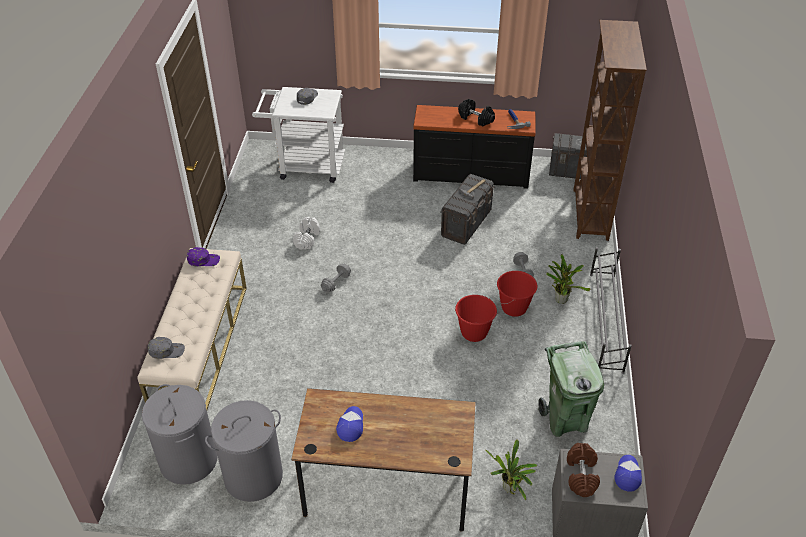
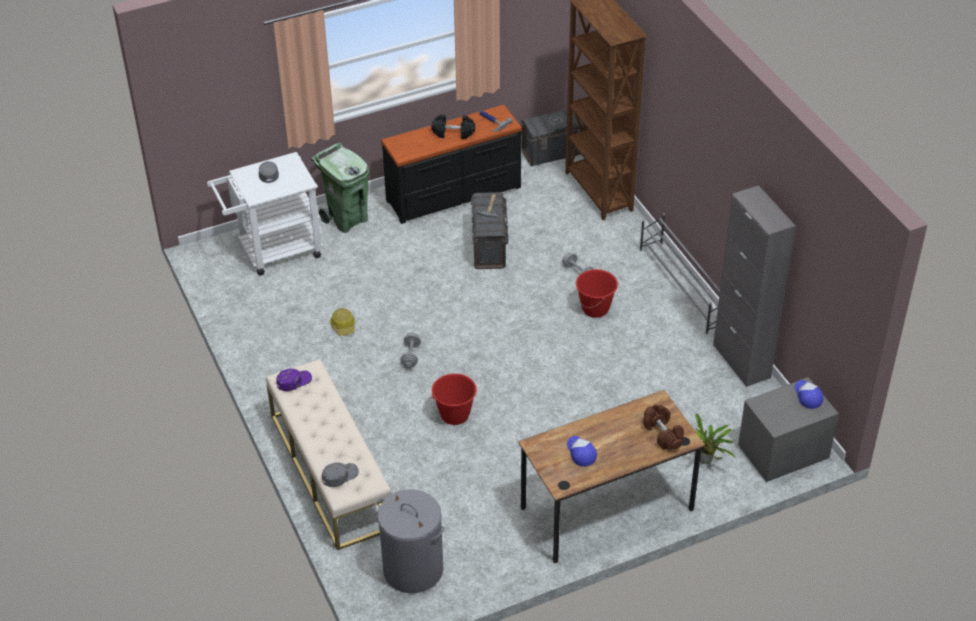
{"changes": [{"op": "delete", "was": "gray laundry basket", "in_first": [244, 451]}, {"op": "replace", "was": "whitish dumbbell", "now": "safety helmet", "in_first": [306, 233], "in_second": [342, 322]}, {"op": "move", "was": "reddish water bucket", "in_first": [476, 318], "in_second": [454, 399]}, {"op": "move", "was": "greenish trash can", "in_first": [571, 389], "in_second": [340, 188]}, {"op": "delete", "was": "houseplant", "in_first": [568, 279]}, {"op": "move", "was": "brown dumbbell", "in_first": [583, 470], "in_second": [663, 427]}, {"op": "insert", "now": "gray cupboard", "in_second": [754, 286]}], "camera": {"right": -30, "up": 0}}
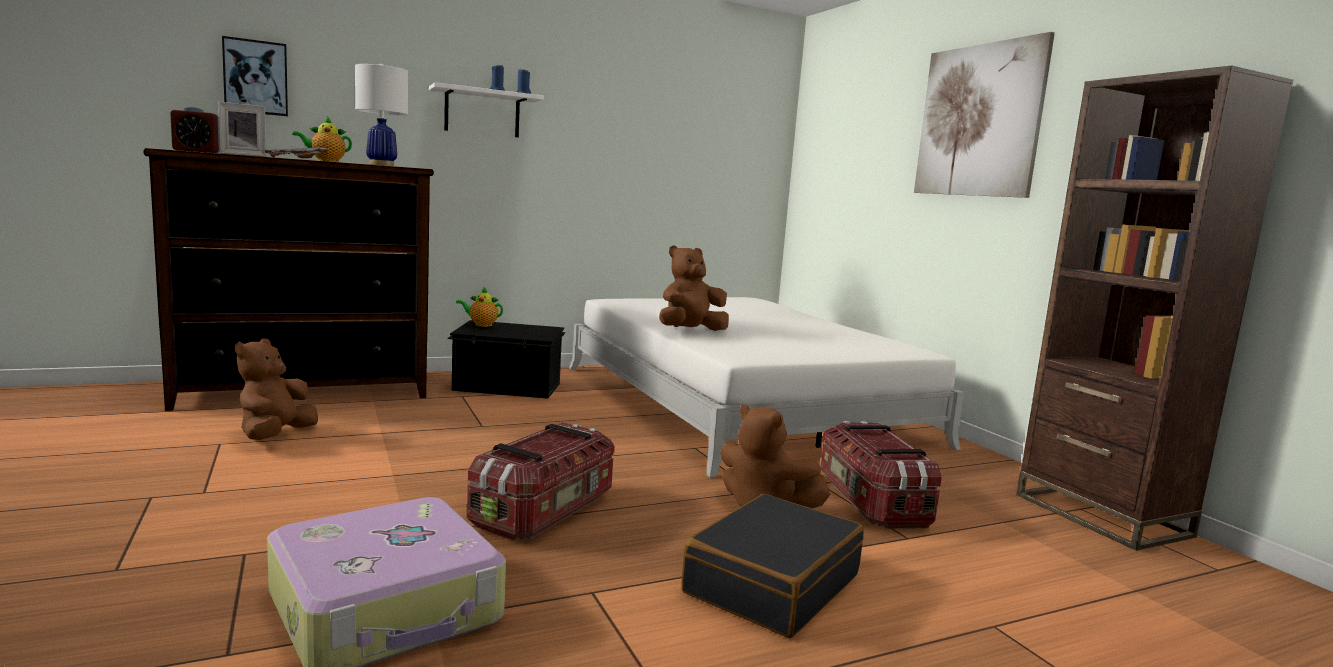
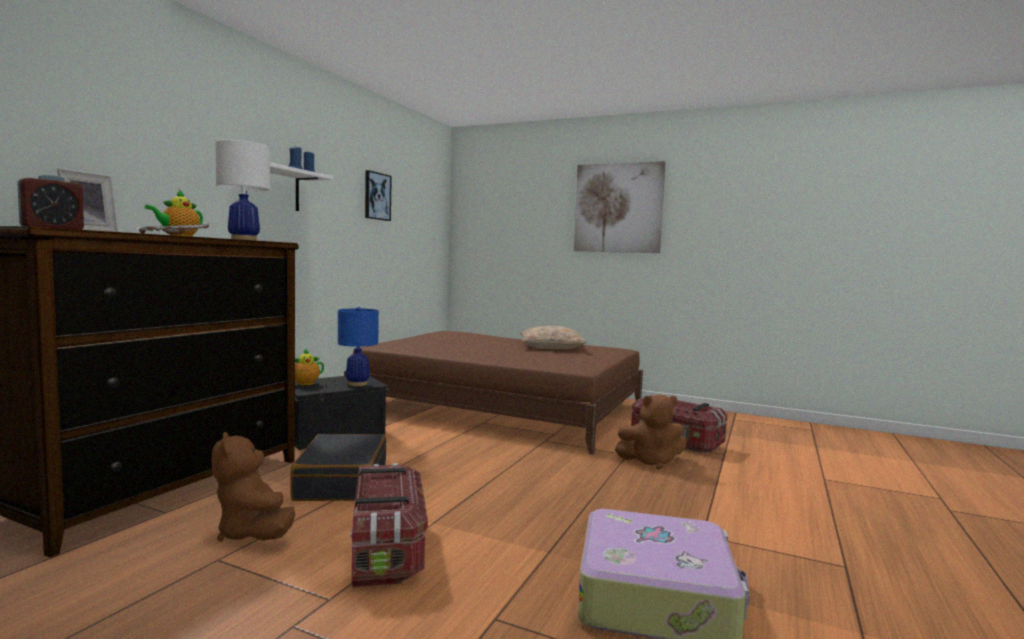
{"changes": [{"op": "move", "was": "wall picture", "in_first": [255, 76], "in_second": [378, 195]}, {"op": "move", "was": "storage bin", "in_first": [541, 481], "in_second": [389, 525]}, {"op": "recolor", "was": "whitish bed", "now": "brown bed", "in_first": [767, 387], "in_second": [493, 393]}, {"op": "delete", "was": "brown soft toy", "in_first": [694, 288]}, {"op": "move", "was": "blackish suitcase", "in_first": [773, 566], "in_second": [338, 467]}, {"op": "delete", "was": "brown shelving unit", "in_first": [1154, 308]}, {"op": "insert", "now": "blue tabletop lamp", "in_second": [358, 346]}, {"op": "insert", "now": "beige-coloured pillow", "in_second": [553, 337]}], "camera": {"right": -40, "up": -5}}
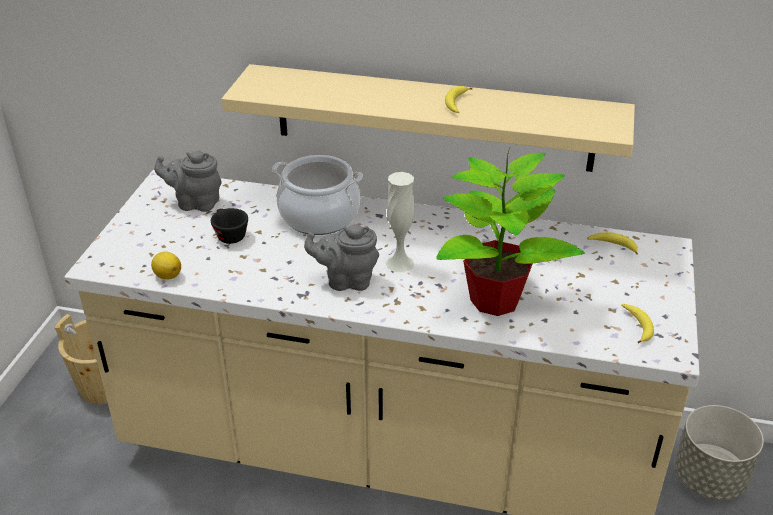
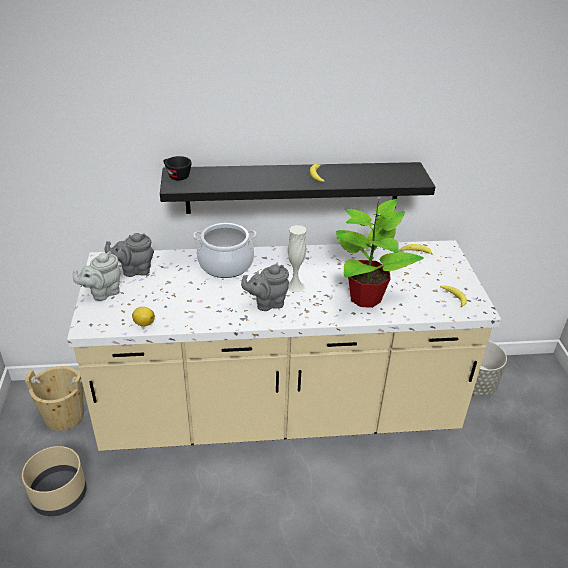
{"changes": [{"op": "move", "was": "blackish cup", "in_first": [229, 226], "in_second": [177, 168]}, {"op": "recolor", "was": "beige-coloured wall shelf", "now": "blackish wall shelf", "in_first": [428, 118], "in_second": [297, 188]}, {"op": "insert", "now": "beige-coloured planter", "in_second": [54, 481]}, {"op": "insert", "now": "gray teapot", "in_second": [96, 276]}], "camera": {"right": -20, "up": 0}}
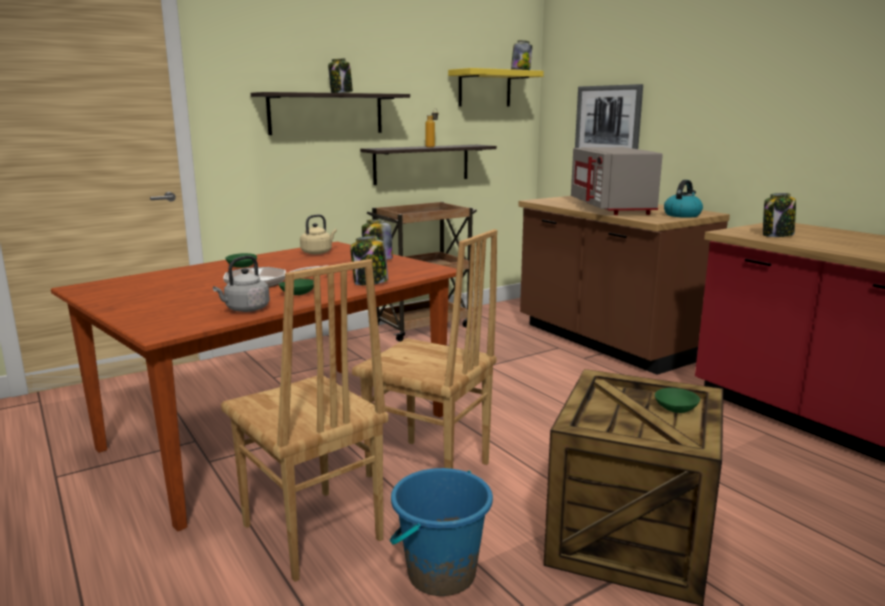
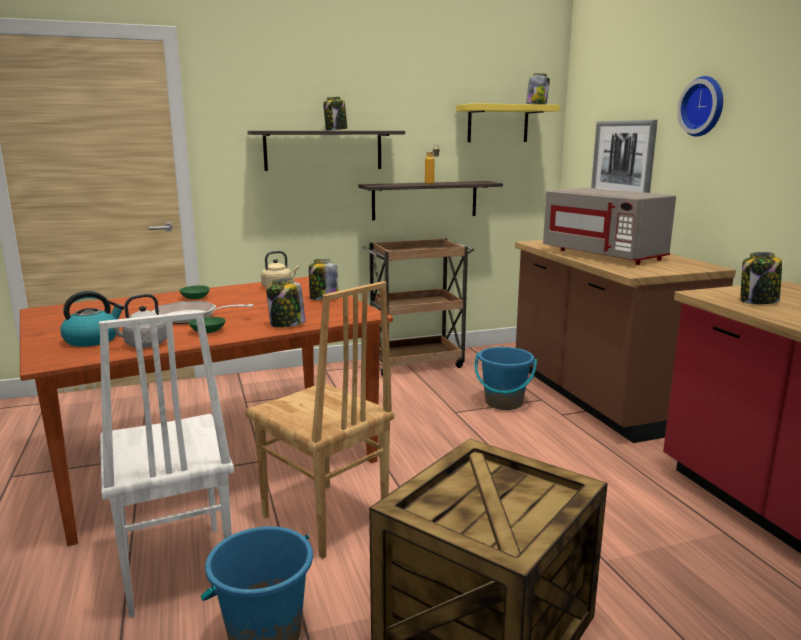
{"changes": [{"op": "recolor", "was": "brown plain chair", "now": "whitish plain chair", "in_first": [304, 420], "in_second": [166, 464]}, {"op": "rotate", "was": "gray microwave oven", "in_first": [617, 181], "in_second": [609, 226], "clockwise": -45}, {"op": "delete", "was": "greenish serving bowl", "in_first": [677, 400]}, {"op": "move", "was": "tea kettle", "in_first": [683, 199], "in_second": [92, 319]}, {"op": "insert", "now": "blue water bucket", "in_second": [506, 378]}, {"op": "insert", "now": "hanging clock", "in_second": [700, 106]}], "camera": {"right": 15, "up": 0}}
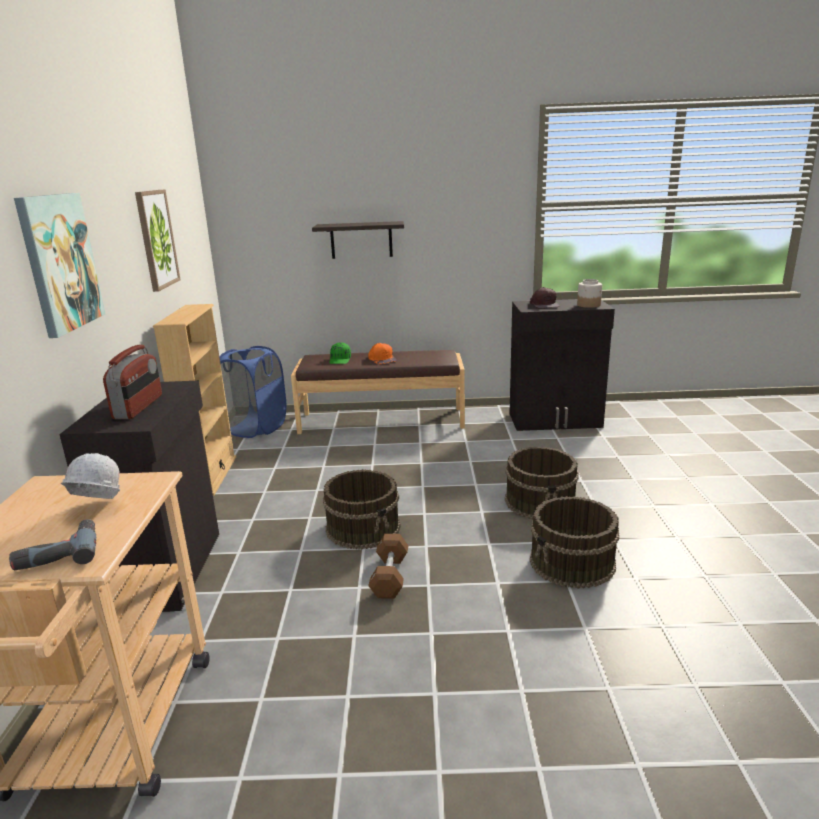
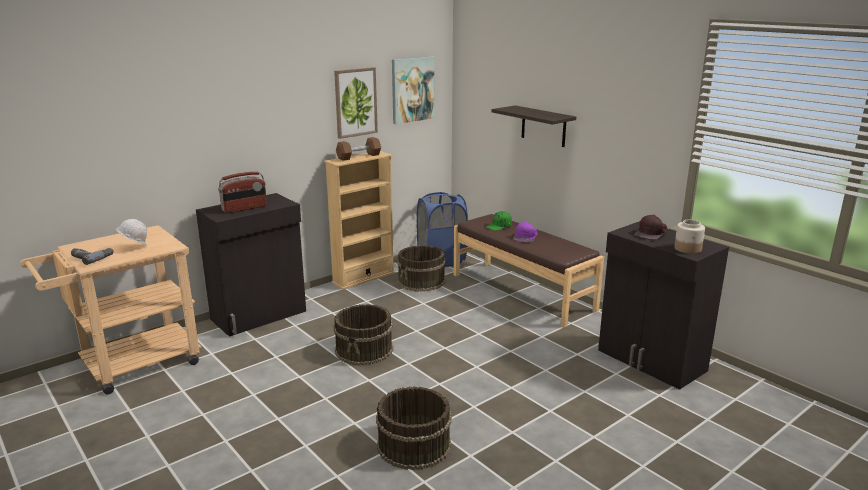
{"changes": [{"op": "move", "was": "wall picture", "in_first": [59, 265], "in_second": [413, 90]}, {"op": "recolor", "was": "orange-coloured peaked cap", "now": "purple peaked cap", "in_first": [382, 353], "in_second": [525, 232]}, {"op": "move", "was": "brown dumbbell", "in_first": [388, 566], "in_second": [358, 149]}, {"op": "move", "was": "brown water bucket", "in_first": [542, 483], "in_second": [421, 268]}], "camera": {"right": 50, "up": 0}}
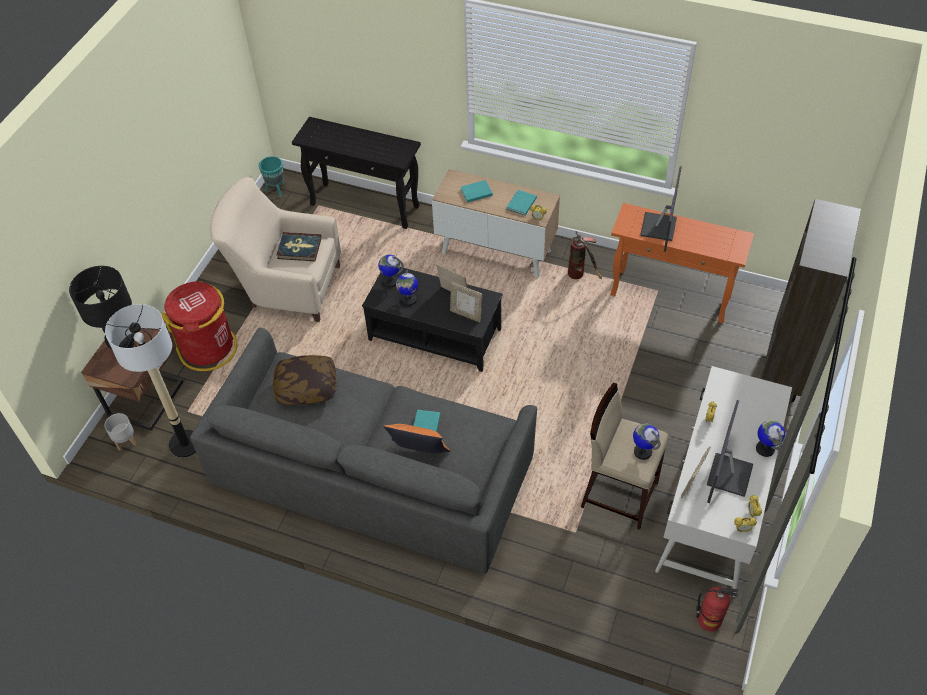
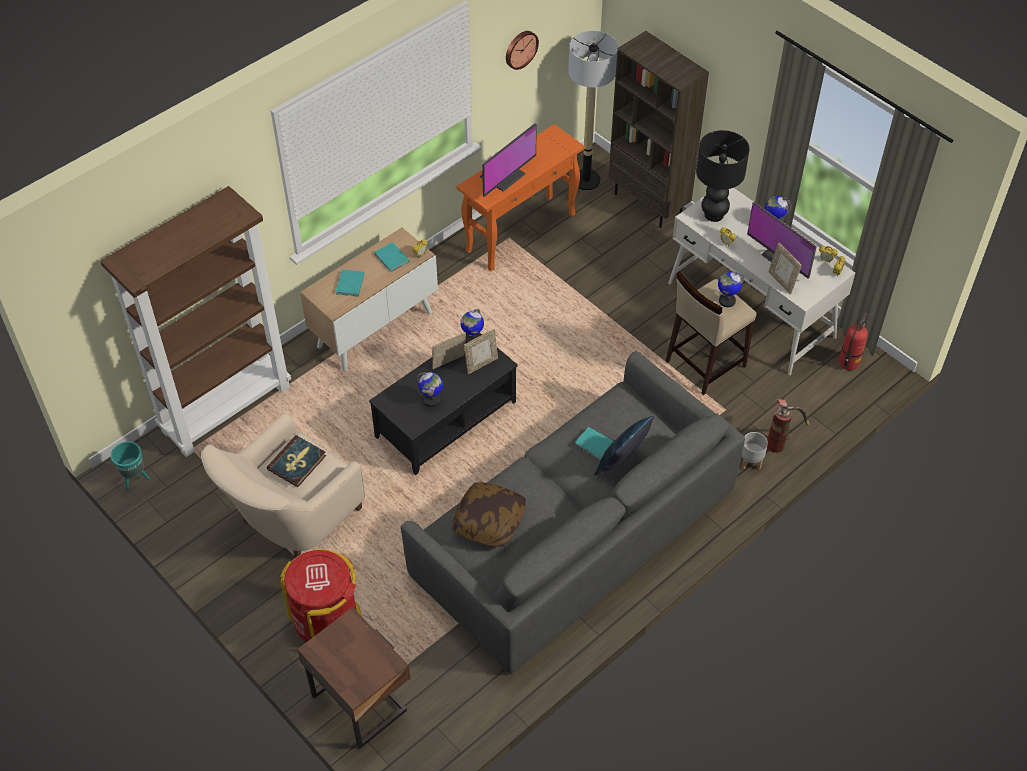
{"changes": [{"op": "move", "was": "blackish tabletop lamp", "in_first": [101, 307], "in_second": [723, 176]}, {"op": "move", "was": "standing lamp", "in_first": [150, 381], "in_second": [593, 110]}, {"op": "move", "was": "gray planter", "in_first": [121, 432], "in_second": [755, 451]}, {"op": "replace", "was": "blackish narrow table", "now": "brown shelving unit", "in_first": [356, 173], "in_second": [195, 321]}, {"op": "move", "was": "globe", "in_first": [391, 271], "in_second": [472, 326]}, {"op": "recolor", "was": "orange-coloured pillow", "now": "blue pillow", "in_first": [416, 438], "in_second": [624, 446]}, {"op": "move", "was": "extinguisher", "in_first": [585, 255], "in_second": [788, 426]}, {"op": "rotate", "was": "computer screen", "in_first": [661, 209], "in_second": [508, 160], "clockwise": 90}, {"op": "insert", "now": "hanging clock", "in_second": [522, 50]}], "camera": {"right": -65, "up": 0}}
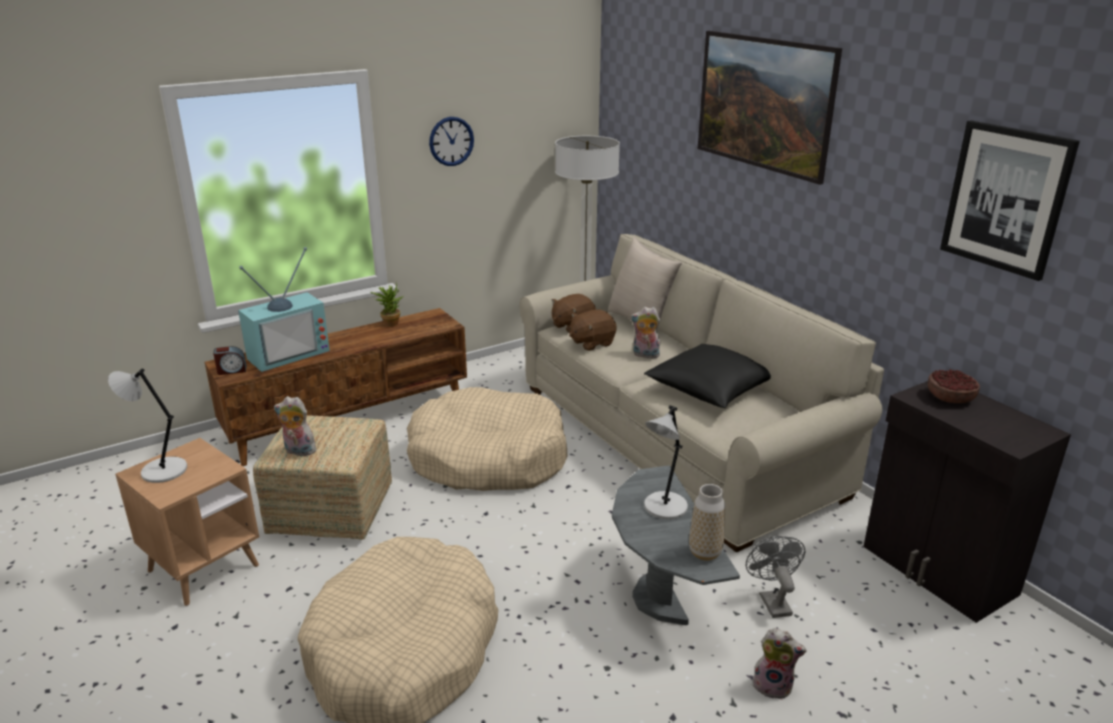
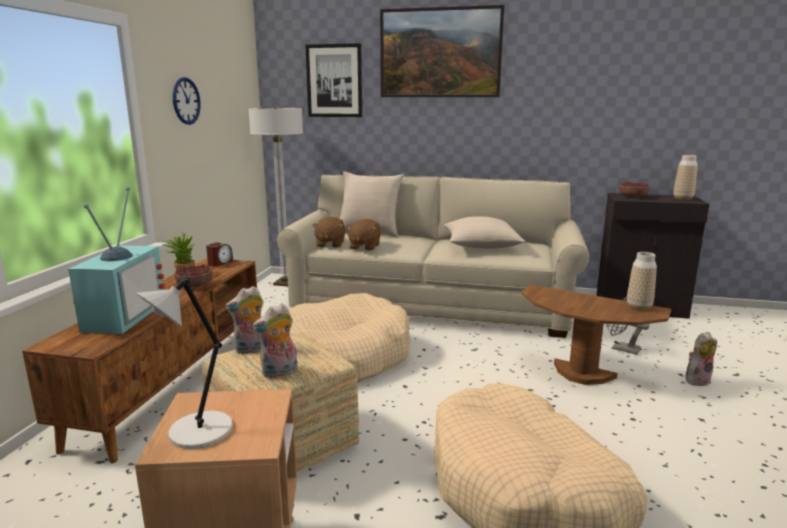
{"changes": [{"op": "move", "was": "alarm clock", "in_first": [229, 360], "in_second": [219, 254]}, {"op": "recolor", "was": "gray side table", "now": "brown side table", "in_first": [676, 545], "in_second": [596, 334]}, {"op": "move", "was": "soft toy", "in_first": [646, 333], "in_second": [244, 320]}, {"op": "recolor", "was": "blackish pillow", "now": "beige-coloured pillow", "in_first": [707, 376], "in_second": [485, 232]}, {"op": "delete", "was": "gray tabletop lamp", "in_first": [666, 462]}, {"op": "move", "was": "wall picture", "in_first": [1010, 200], "in_second": [333, 80]}, {"op": "insert", "now": "serving bowl", "in_second": [193, 275]}, {"op": "insert", "now": "flower vase", "in_second": [685, 177]}], "camera": {"right": -45, "up": -10}}
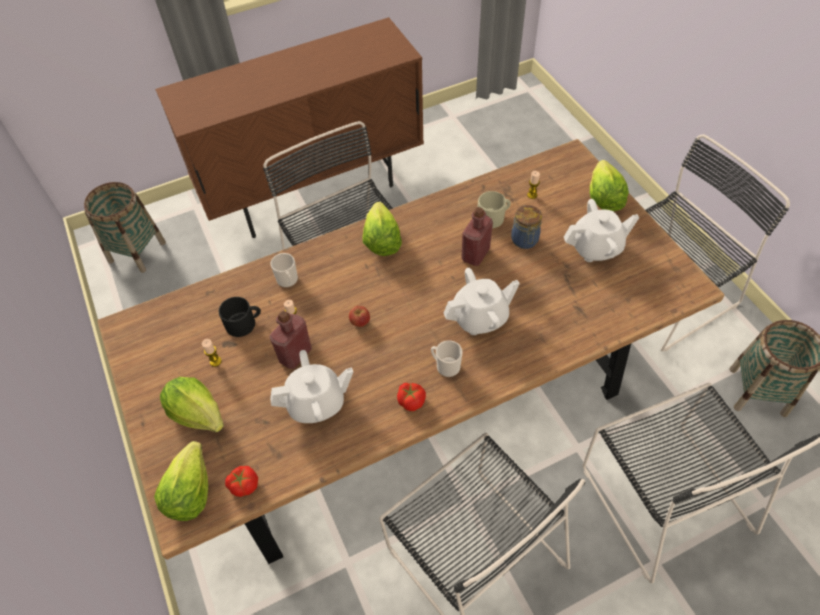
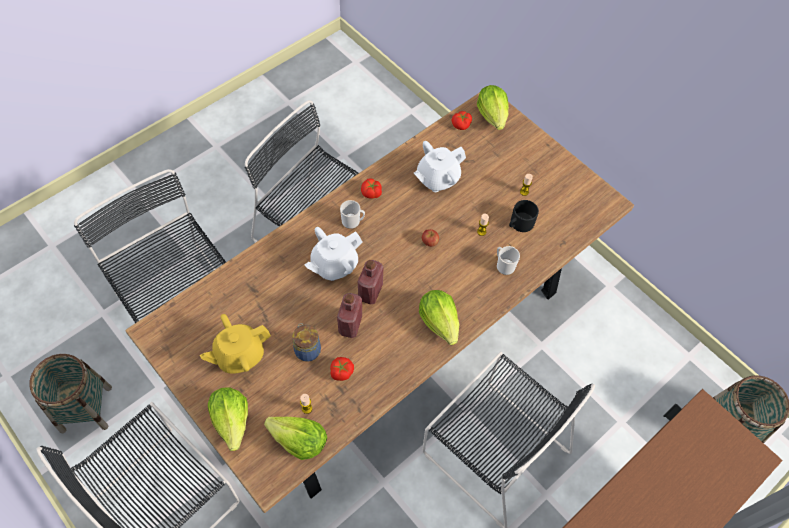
{"changes": [{"op": "move", "was": "lettuce", "in_first": [192, 404], "in_second": [295, 438]}, {"op": "move", "was": "reddish drink bottle", "in_first": [290, 340], "in_second": [371, 282]}, {"op": "replace", "was": "beige-coloured mug", "now": "fresh tomato", "in_first": [494, 209], "in_second": [342, 369]}, {"op": "recolor", "was": "whitish teapot", "now": "yellow-coloured teapot", "in_first": [601, 230], "in_second": [235, 344]}], "camera": {"right": 160, "up": 5}}
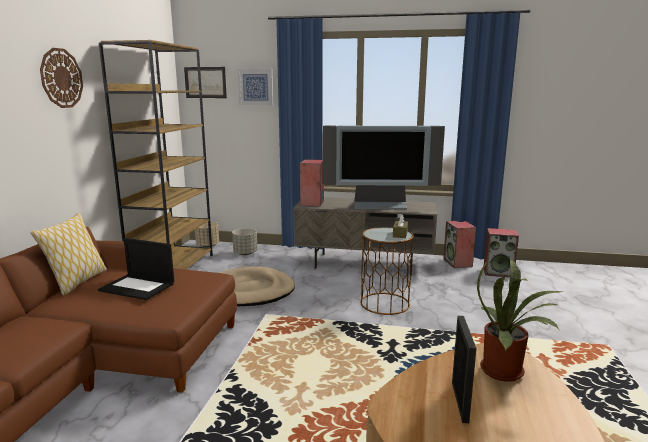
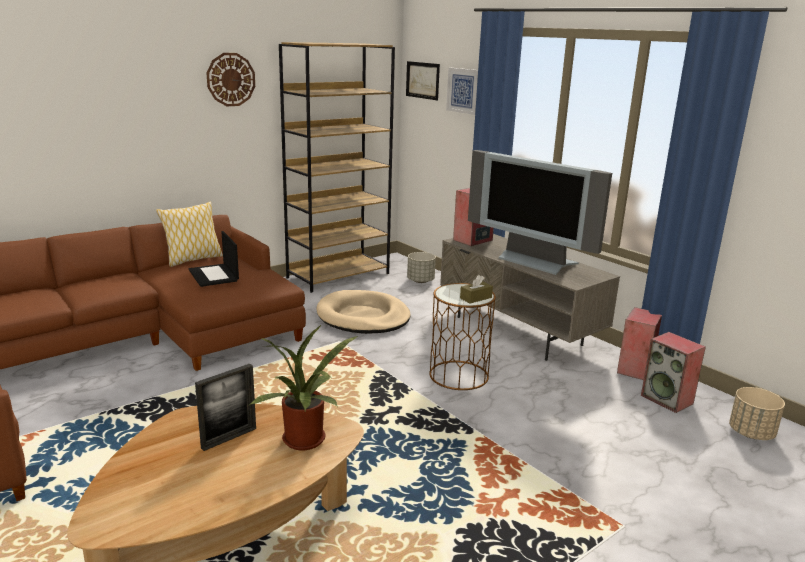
{"changes": [{"op": "move", "was": "beige-coloured planter", "in_first": [207, 234], "in_second": [757, 413]}], "camera": {"right": 40, "up": 5}}
